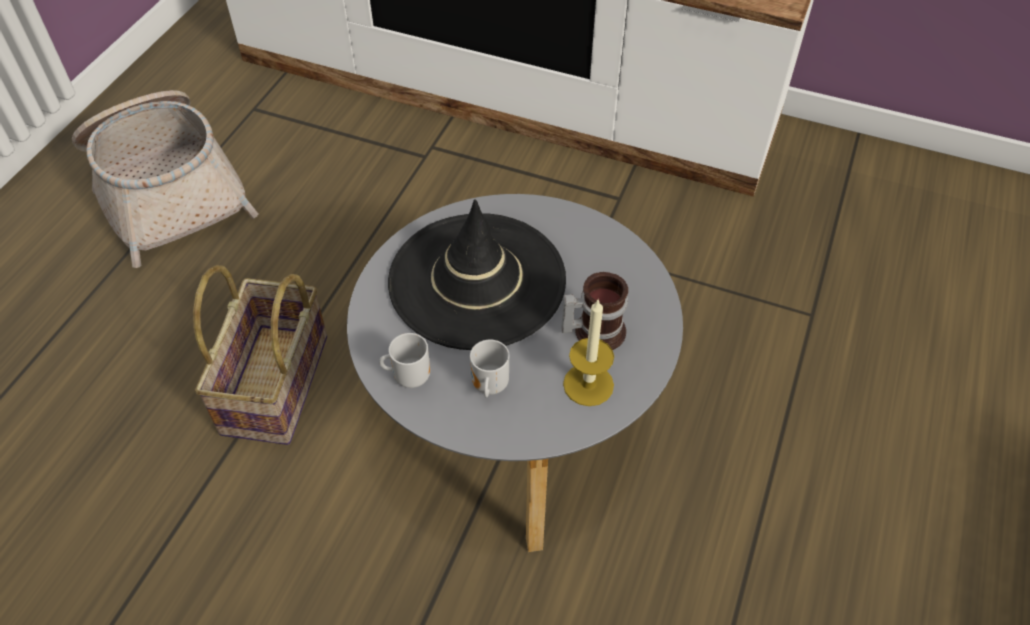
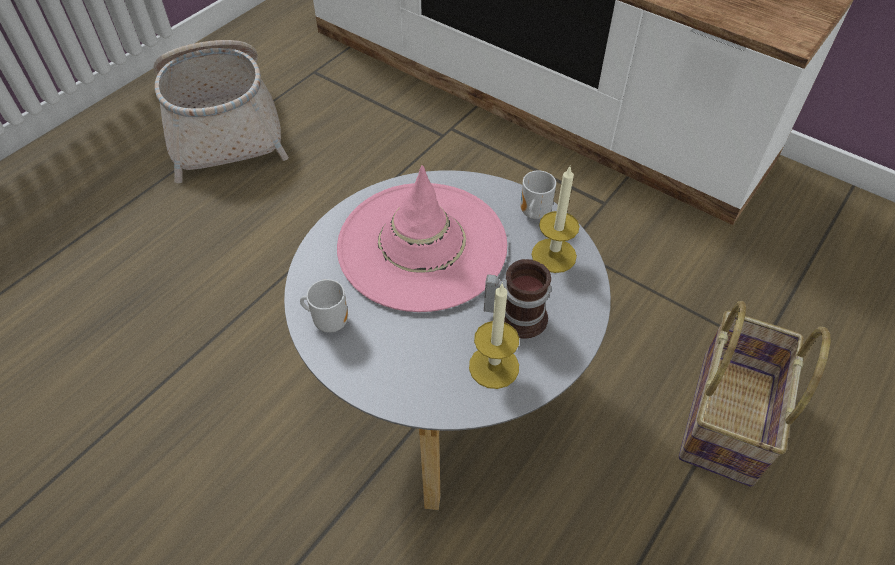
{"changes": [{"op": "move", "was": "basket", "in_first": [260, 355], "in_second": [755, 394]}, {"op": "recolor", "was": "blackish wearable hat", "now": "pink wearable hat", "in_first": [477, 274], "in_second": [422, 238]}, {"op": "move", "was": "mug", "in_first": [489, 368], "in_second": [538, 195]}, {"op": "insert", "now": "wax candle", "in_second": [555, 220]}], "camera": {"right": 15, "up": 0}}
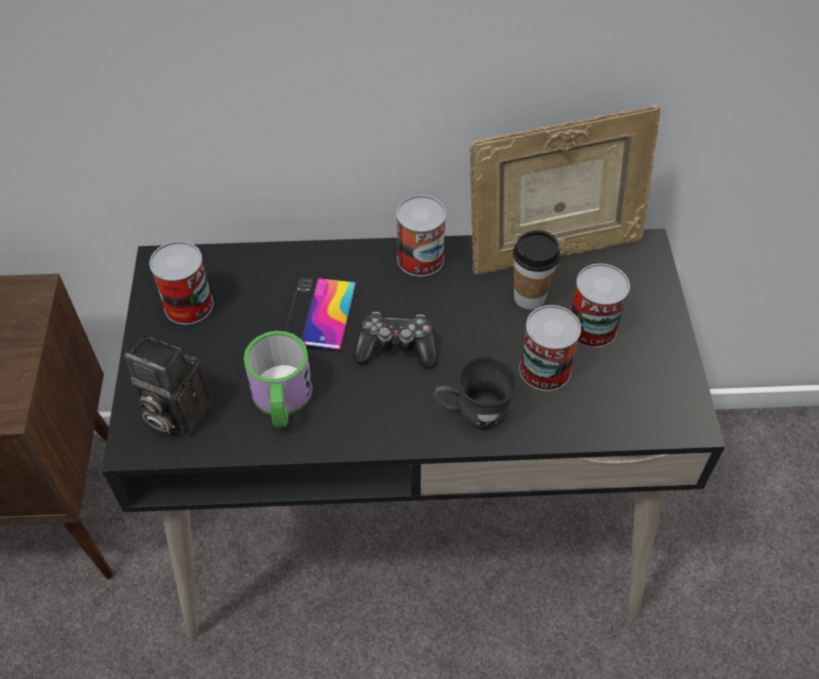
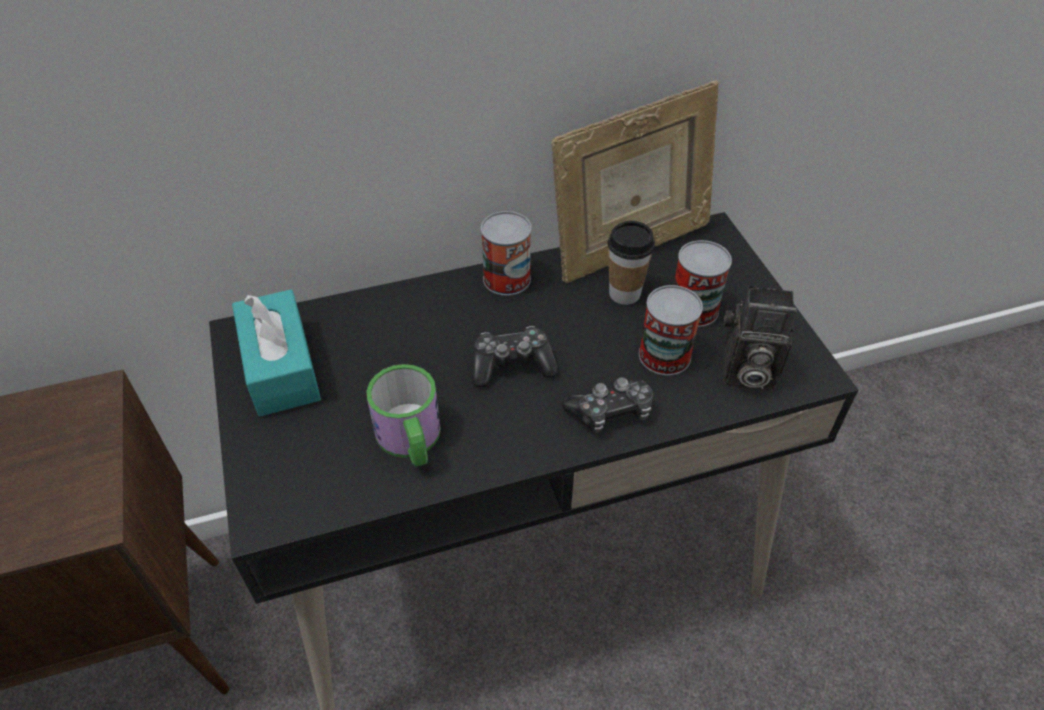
{"changes": [{"op": "move", "was": "still camera", "in_first": [168, 385], "in_second": [760, 338]}, {"op": "replace", "was": "can", "now": "blue-green box of tissues", "in_first": [181, 283], "in_second": [276, 353]}, {"op": "delete", "was": "telephone", "in_first": [320, 314]}, {"op": "replace", "was": "gray mug", "now": "joypad", "in_first": [476, 392], "in_second": [607, 405]}], "camera": {"right": -15, "up": -5}}
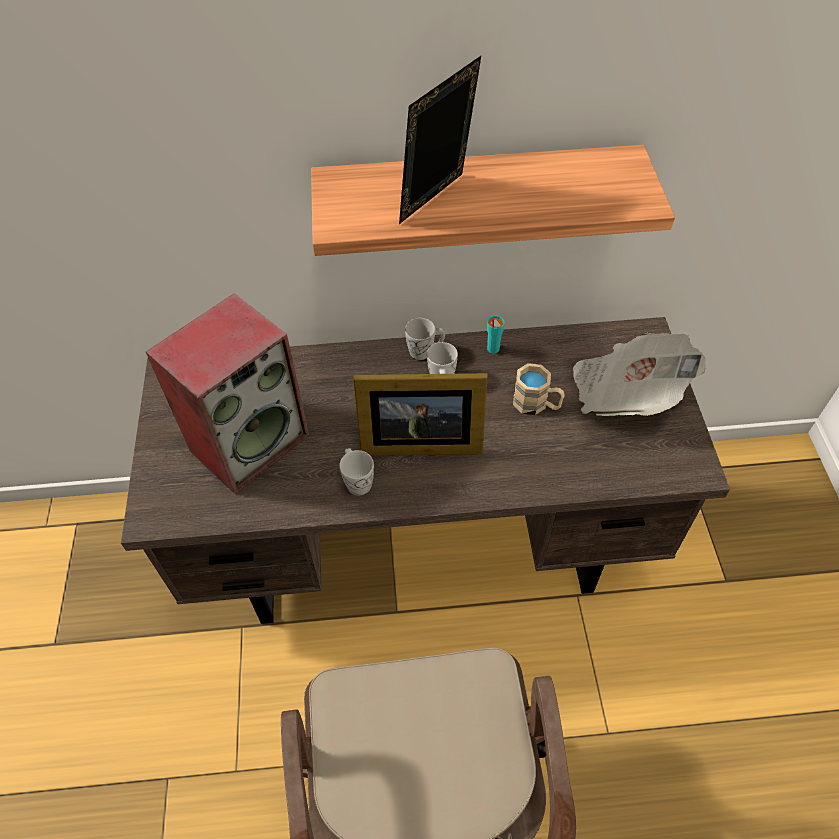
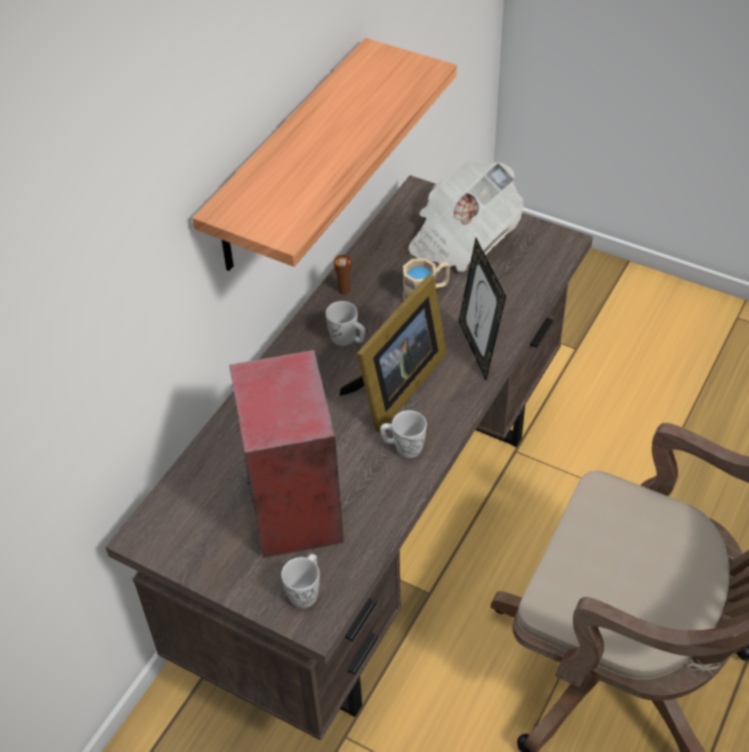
{"changes": [{"op": "move", "was": "picture frame", "in_first": [440, 140], "in_second": [482, 309]}, {"op": "move", "was": "whitish mug", "in_first": [425, 339], "in_second": [300, 581]}, {"op": "recolor", "was": "blue-green cup", "now": "brown cup", "in_first": [496, 335], "in_second": [343, 275]}], "camera": {"right": -55, "up": -5}}
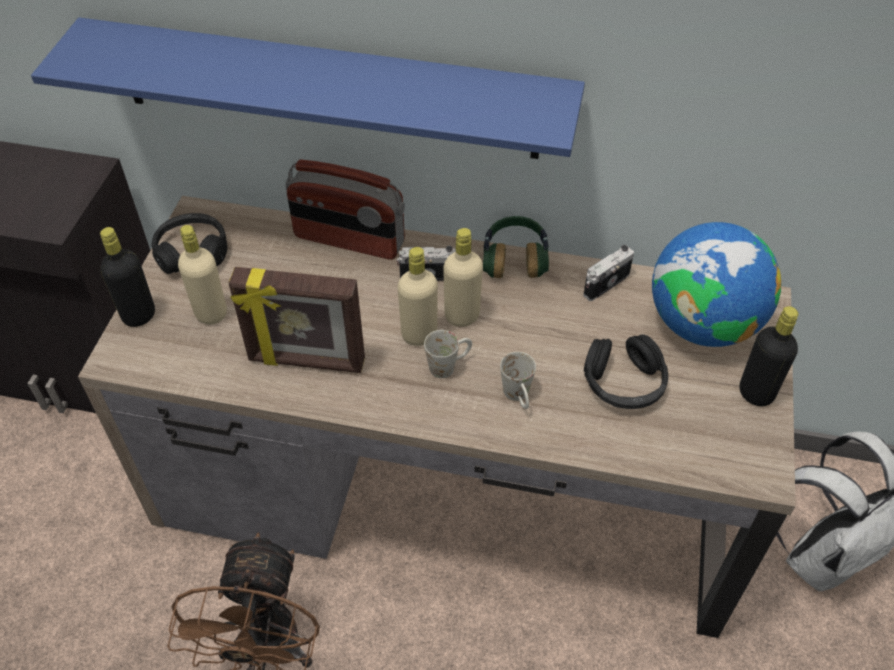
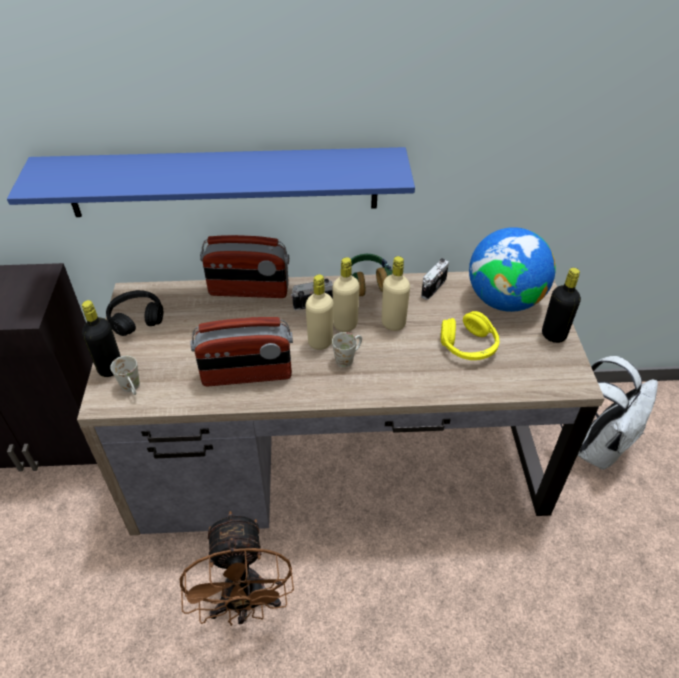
{"changes": [{"op": "move", "was": "beige-coloured drink bottle", "in_first": [202, 275], "in_second": [396, 293]}, {"op": "replace", "was": "picture frame", "now": "radio", "in_first": [297, 320], "in_second": [242, 351]}, {"op": "move", "was": "whitish mug", "in_first": [518, 380], "in_second": [125, 375]}, {"op": "recolor", "was": "blackish headset", "now": "yellow-coloured headset", "in_first": [626, 371], "in_second": [470, 335]}], "camera": {"right": -15, "up": -5}}
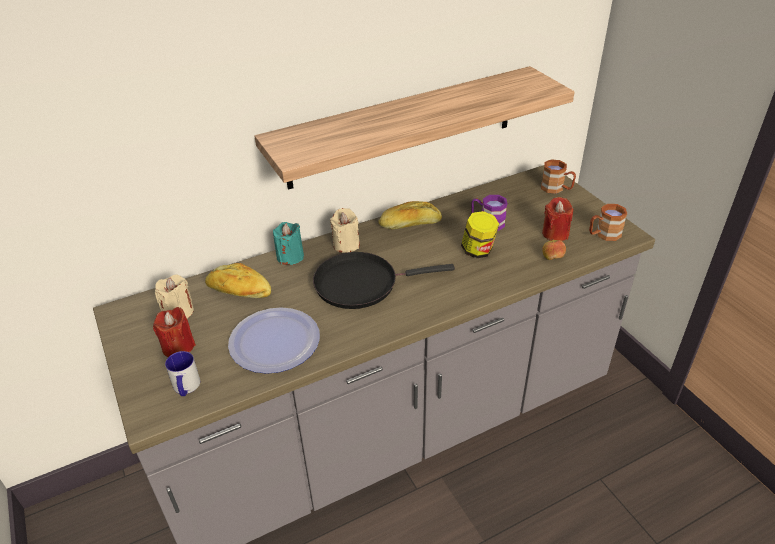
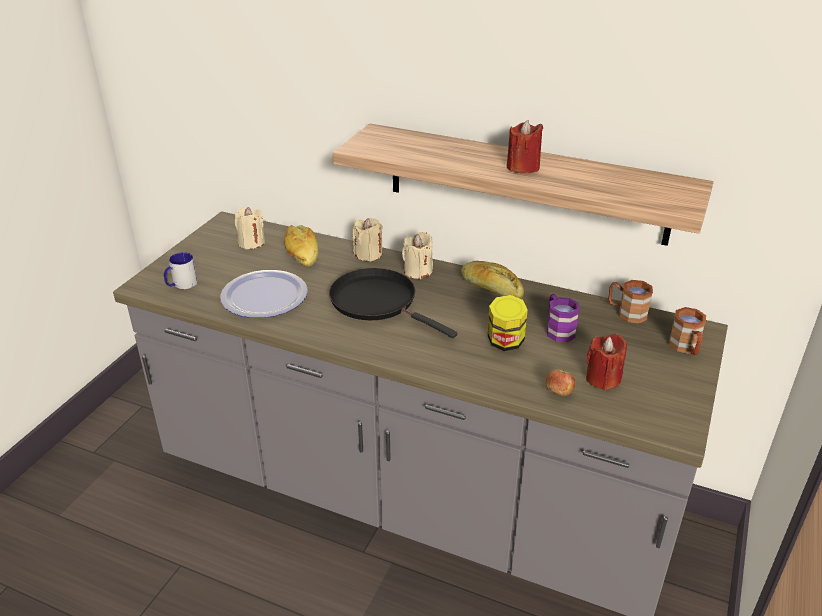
{"changes": [{"op": "move", "was": "reddish wax candle", "in_first": [174, 332], "in_second": [525, 147]}, {"op": "recolor", "was": "blue-green wax candle", "now": "beige-coloured wax candle", "in_first": [288, 243], "in_second": [368, 239]}, {"op": "move", "was": "brown mug", "in_first": [608, 222], "in_second": [630, 302]}], "camera": {"right": 50, "up": -5}}
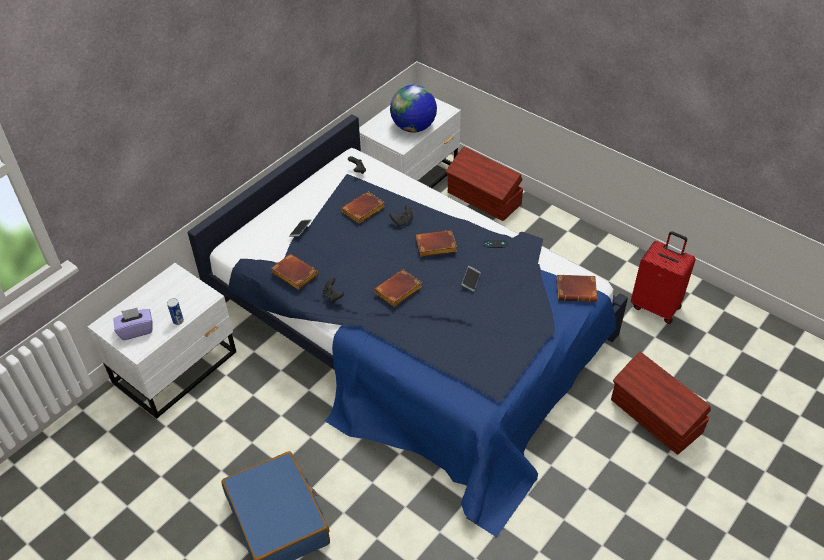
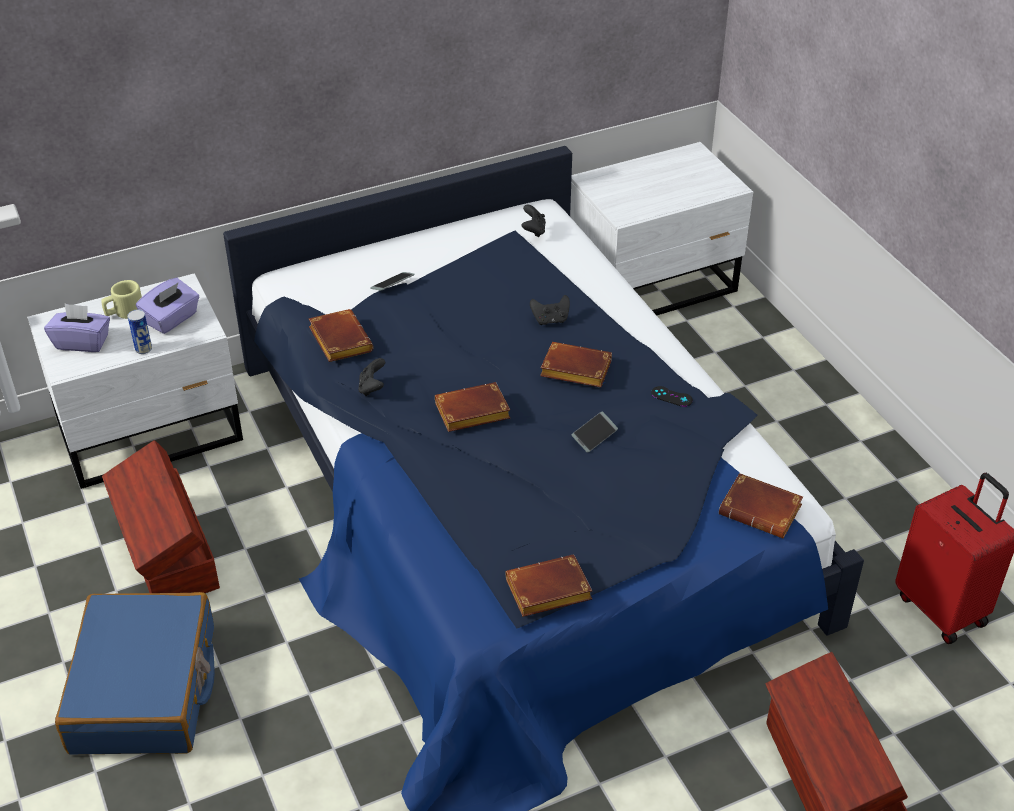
{"changes": [{"op": "move", "was": "brown volume", "in_first": [363, 208], "in_second": [548, 586]}, {"op": "delete", "was": "globe", "in_first": [413, 109]}, {"op": "move", "was": "brown storage bin", "in_first": [484, 183], "in_second": [161, 516]}, {"op": "insert", "now": "beige-coloured mug", "in_second": [121, 299]}, {"op": "insert", "now": "purple box of tissues", "in_second": [167, 306]}], "camera": {"right": 25, "up": -5}}
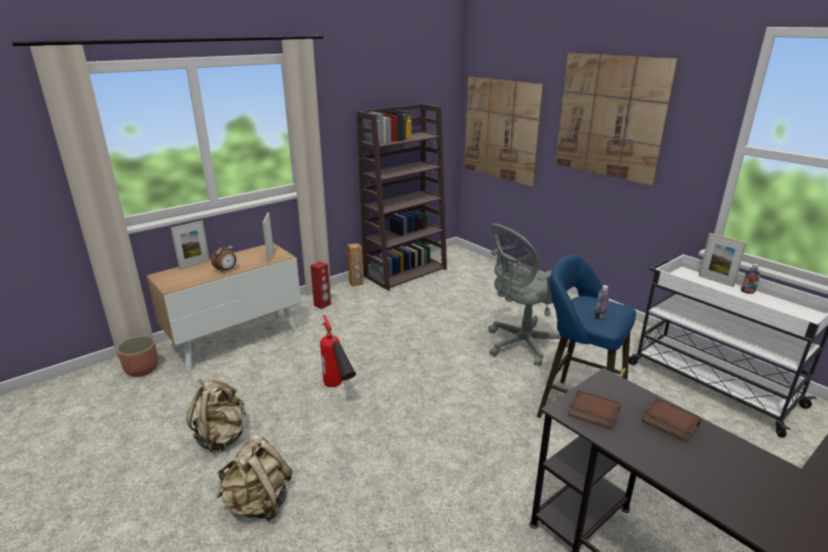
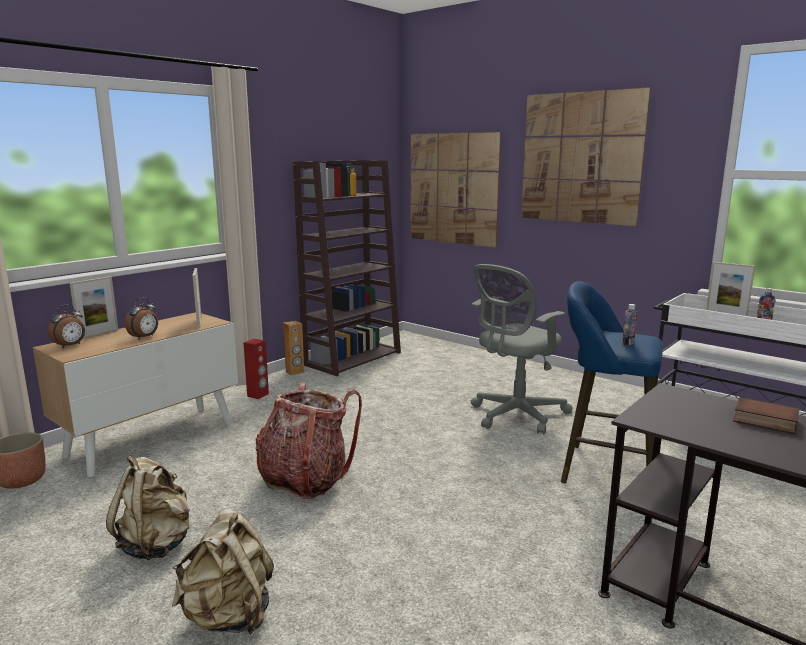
{"changes": [{"op": "replace", "was": "extinguisher", "now": "rucksack", "in_first": [338, 351], "in_second": [308, 441]}, {"op": "delete", "was": "volume", "in_first": [594, 410]}, {"op": "insert", "now": "alarm clock", "in_second": [66, 326]}], "camera": {"right": -10, "up": -10}}
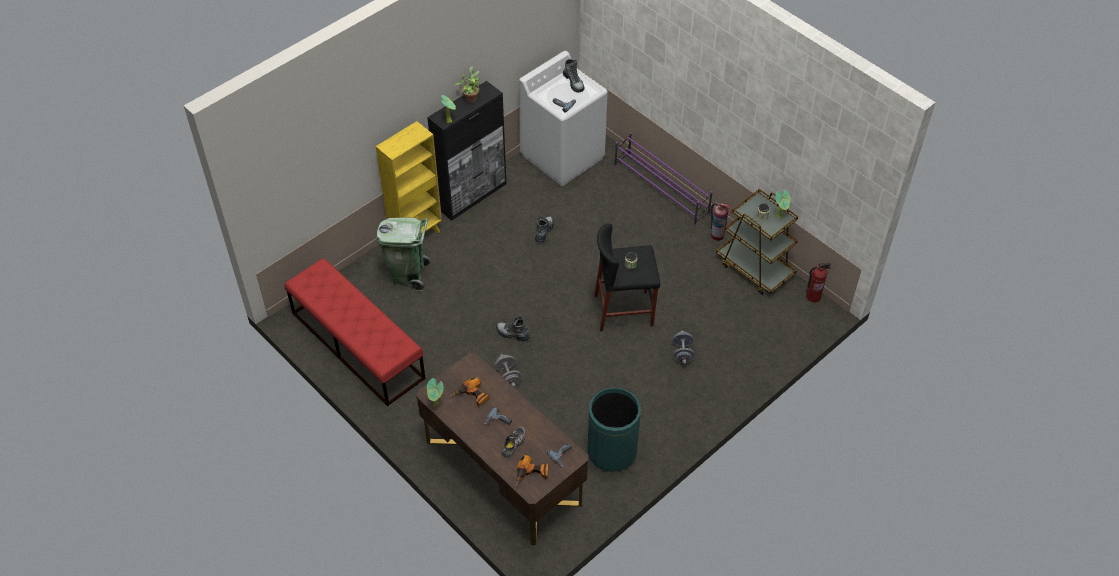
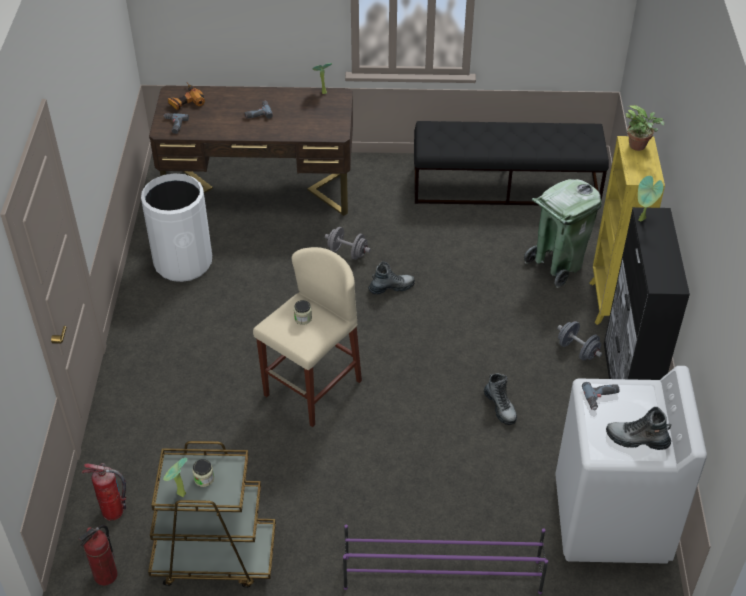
{"changes": [{"op": "recolor", "was": "reddish bench", "now": "blackish bench", "in_first": [355, 332], "in_second": [511, 163]}, {"op": "delete", "was": "power drill", "in_first": [469, 391]}, {"op": "move", "was": "houseplant", "in_first": [467, 84], "in_second": [645, 128]}, {"op": "delete", "was": "shoe", "in_first": [514, 441]}, {"op": "recolor", "was": "greenish trash can", "now": "whitish trash can", "in_first": [614, 429], "in_second": [176, 227]}, {"op": "recolor", "was": "blackish sitting stool", "now": "beige-coloured sitting stool", "in_first": [627, 277], "in_second": [307, 337]}, {"op": "move", "was": "gray dumbbell", "in_first": [683, 348], "in_second": [579, 341]}, {"op": "move", "was": "extinguisher", "in_first": [721, 221], "in_second": [104, 492]}], "camera": {"right": 135, "up": -5}}
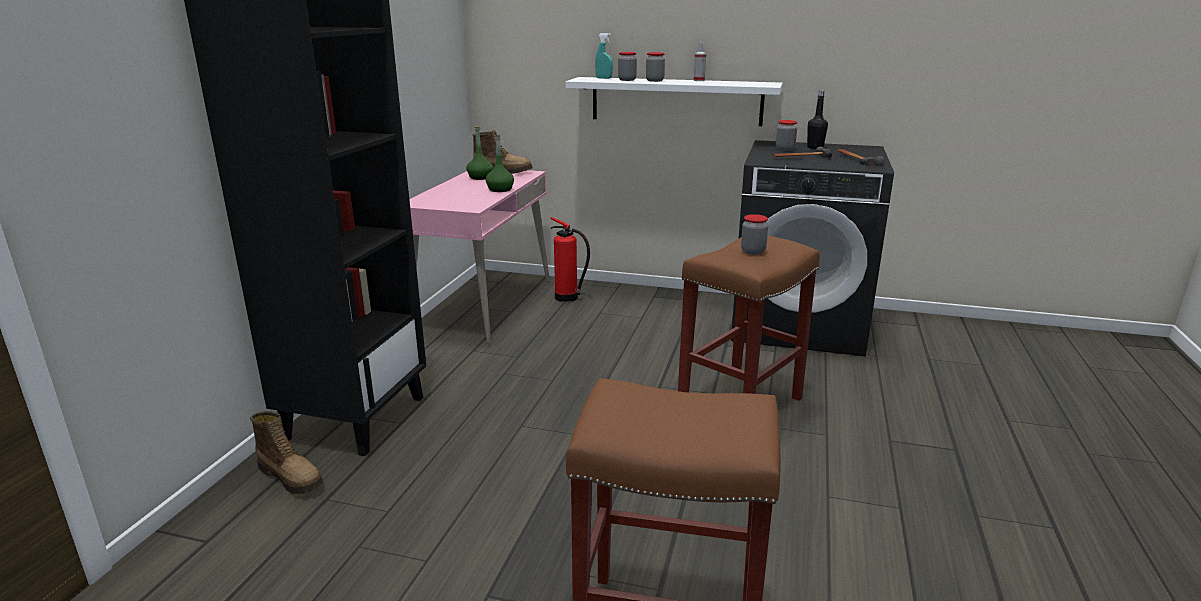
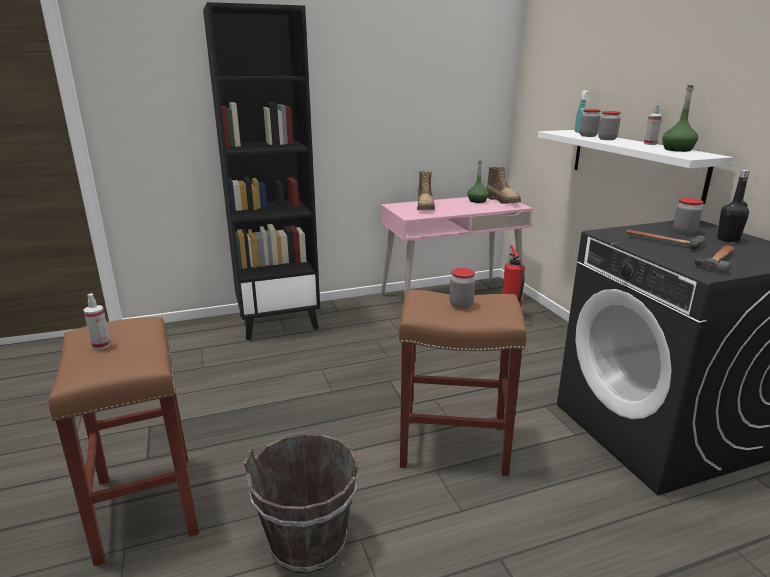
{"changes": [{"op": "move", "was": "tall boot", "in_first": [286, 452], "in_second": [426, 190]}, {"op": "move", "was": "greenish drink bottle", "in_first": [500, 163], "in_second": [680, 118]}, {"op": "insert", "now": "hand sprayer", "in_second": [97, 321]}, {"op": "insert", "now": "brown water bucket", "in_second": [302, 504]}], "camera": {"right": 55, "up": 0}}
